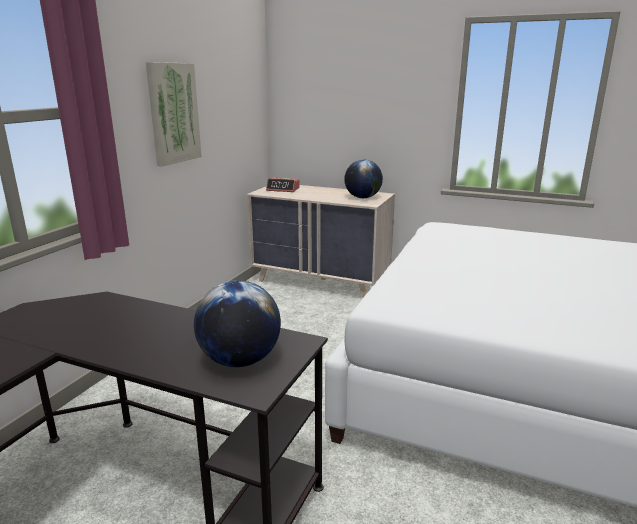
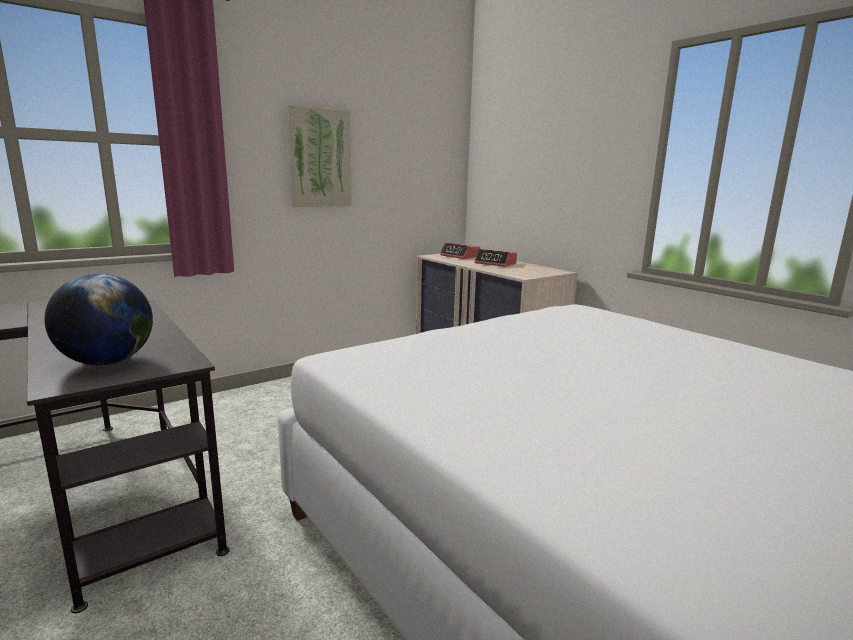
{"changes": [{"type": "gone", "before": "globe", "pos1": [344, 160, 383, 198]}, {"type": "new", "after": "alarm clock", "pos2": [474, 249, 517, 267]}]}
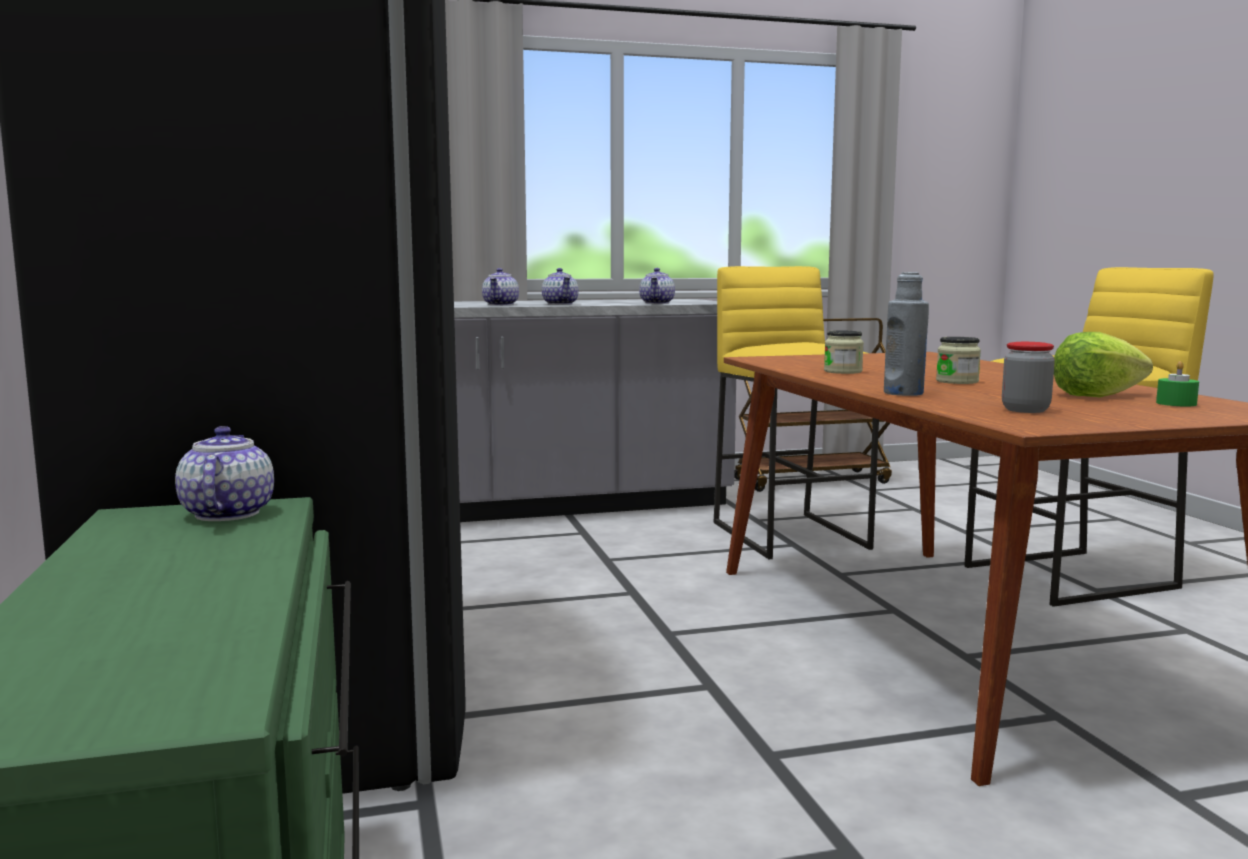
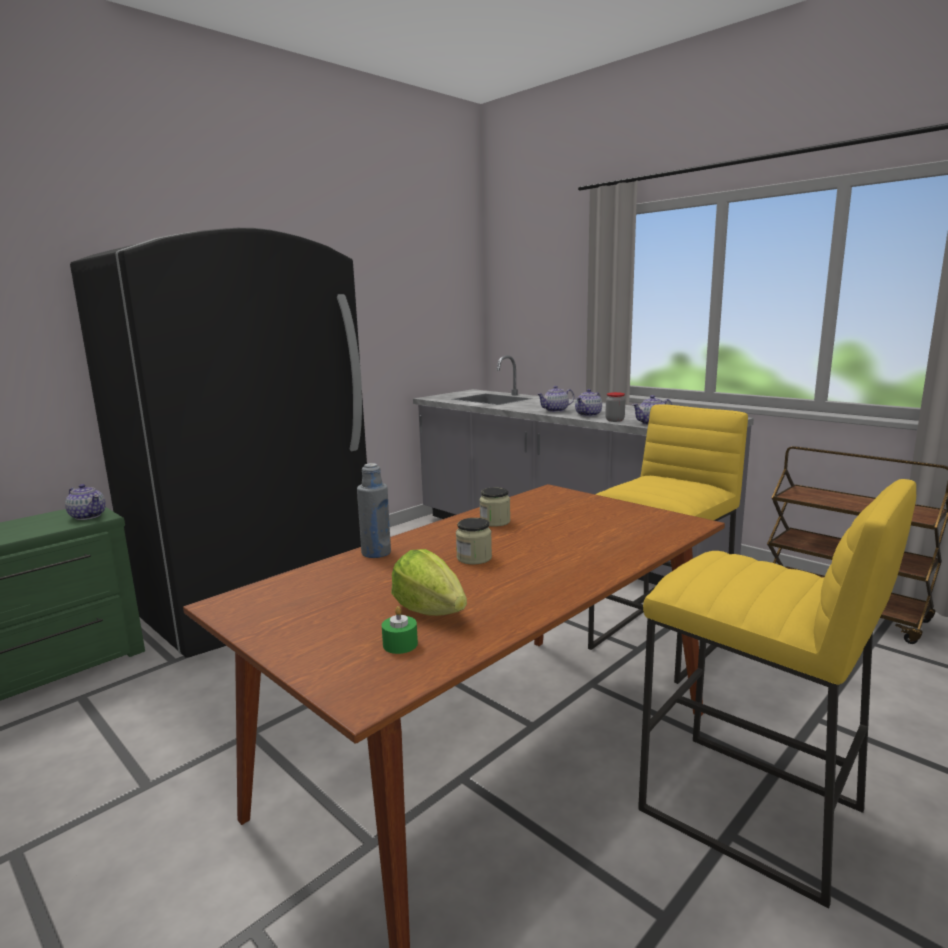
{"changes": [{"type": "shifted", "before": "jar", "pos1": [1002, 342, 1055, 413], "pos2": [605, 392, 625, 422]}, {"type": "rotated", "before": "teapot", "pos1": [175, 426, 274, 521], "pos2": [65, 484, 106, 520], "turn": 75}]}
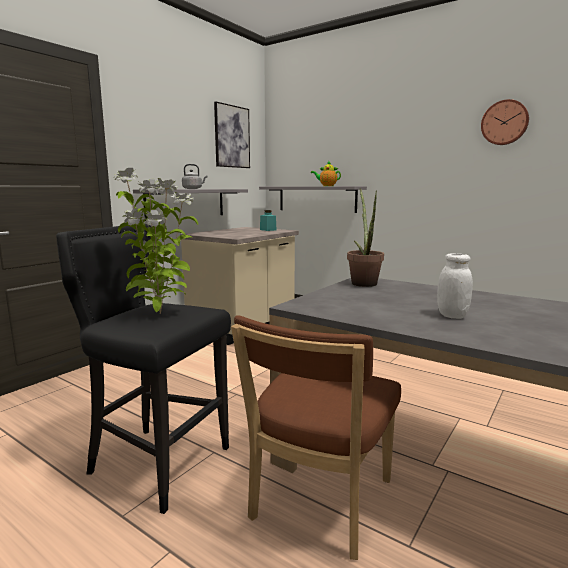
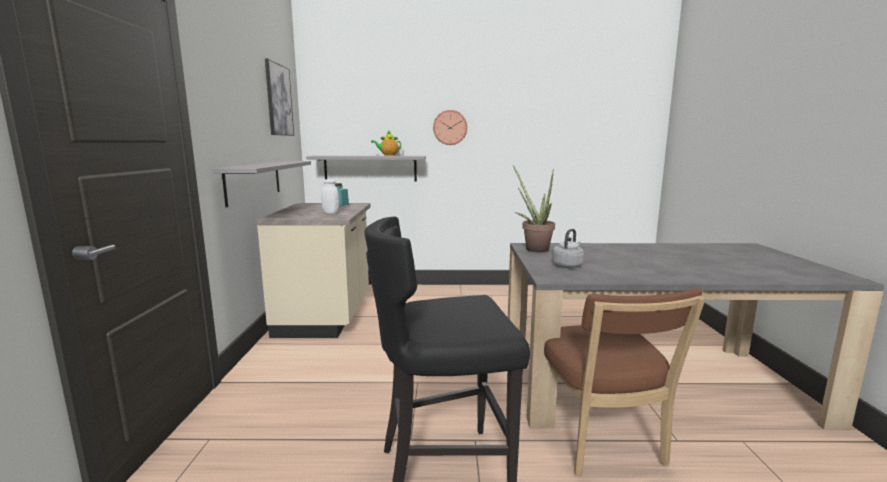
{"changes": [{"type": "shifted", "before": "wall clock", "pos1": [481, 99, 529, 145], "pos2": [433, 110, 467, 145]}, {"type": "shifted", "before": "grey kettle", "pos1": [182, 164, 207, 189], "pos2": [552, 229, 584, 268]}, {"type": "gone", "before": "potted plant", "pos1": [114, 168, 198, 314]}, {"type": "shifted", "before": "white jar", "pos1": [437, 253, 473, 319], "pos2": [321, 179, 339, 214]}]}
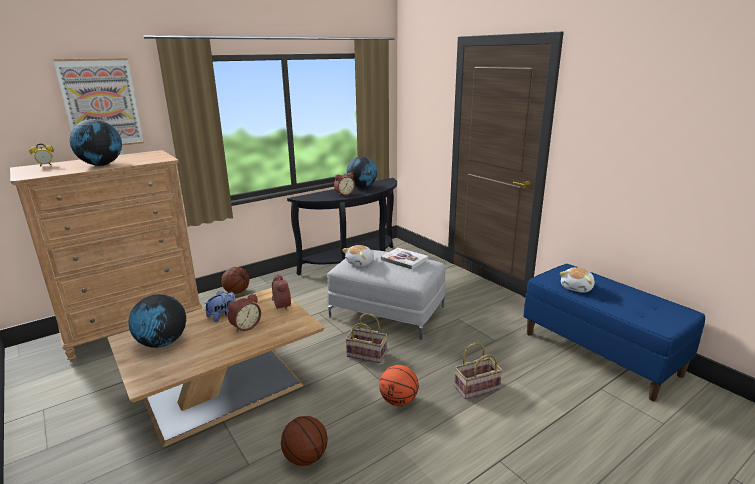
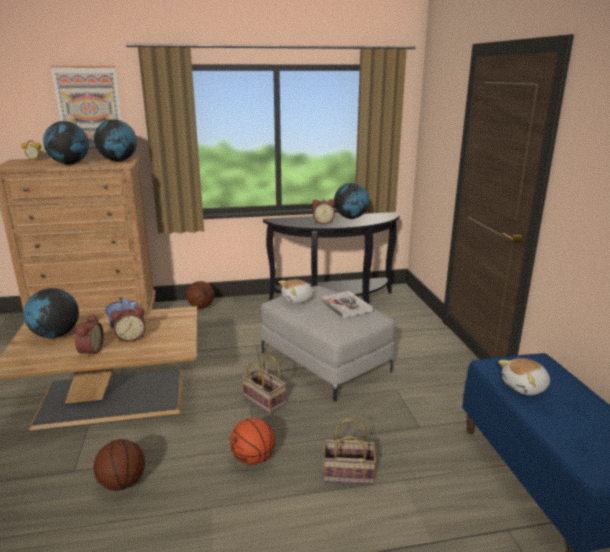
{"changes": [{"type": "shifted", "before": "alarm clock", "pos1": [272, 274, 291, 311], "pos2": [75, 314, 104, 358]}, {"type": "new", "after": "globe", "pos2": [94, 120, 137, 162]}]}
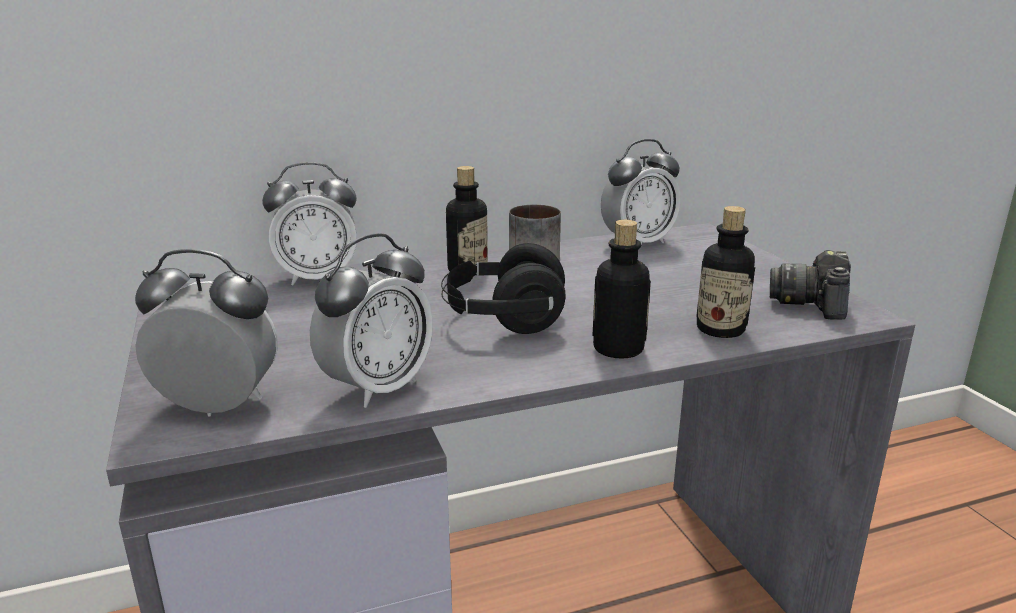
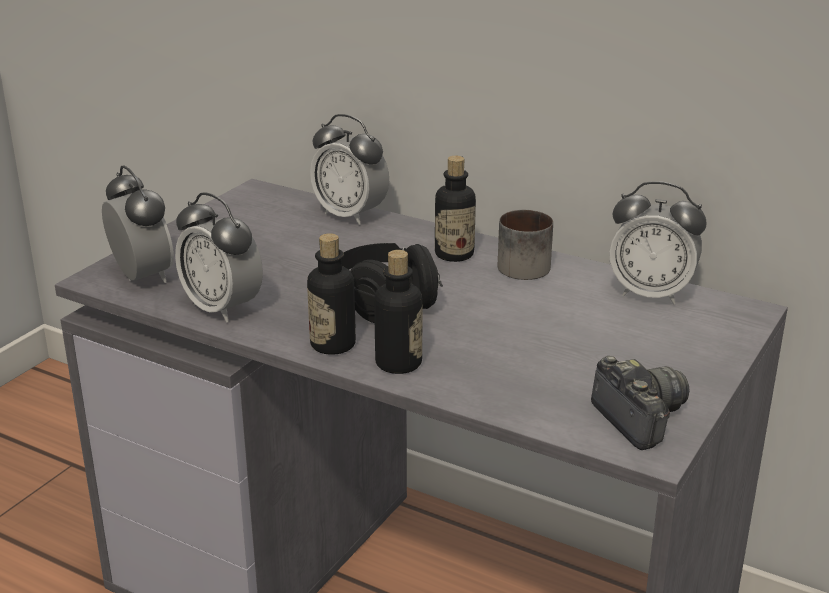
{"changes": [{"type": "shifted", "before": "bottle", "pos1": [697, 206, 755, 338], "pos2": [307, 233, 356, 355]}, {"type": "rotated", "before": "alarm clock", "pos1": [310, 233, 433, 408], "pos2": [175, 192, 263, 322], "turn": 45}, {"type": "rotated", "before": "photo camera", "pos1": [769, 250, 851, 319], "pos2": [591, 356, 690, 450], "turn": 90}]}
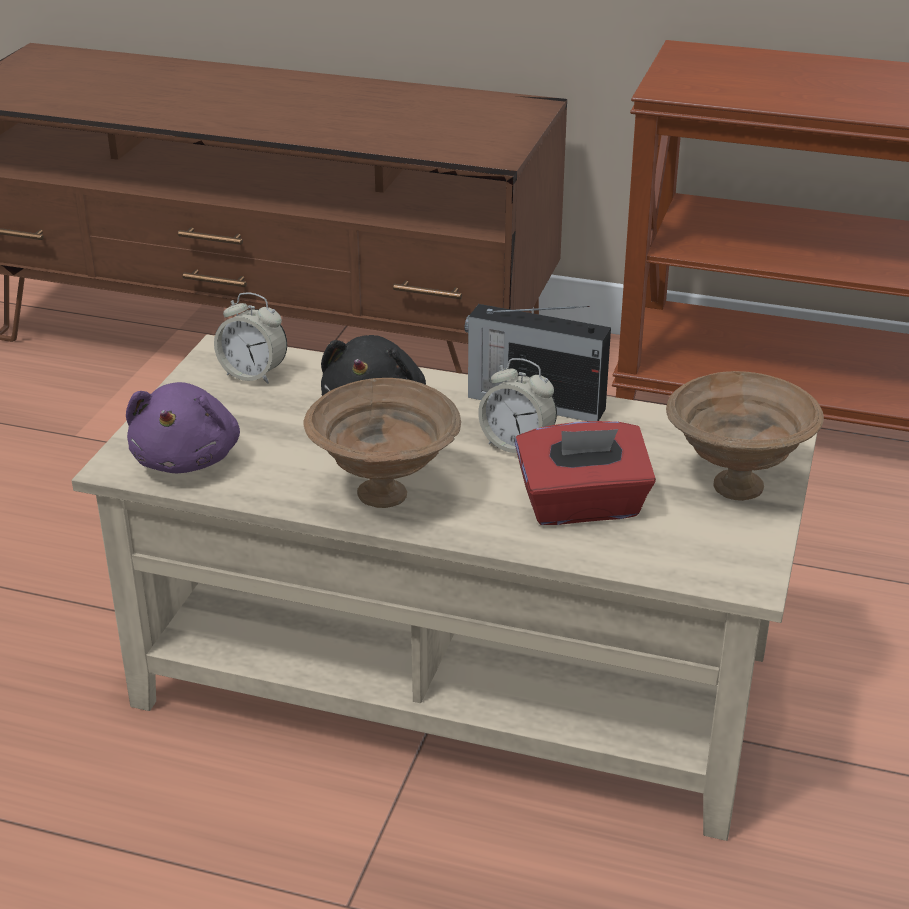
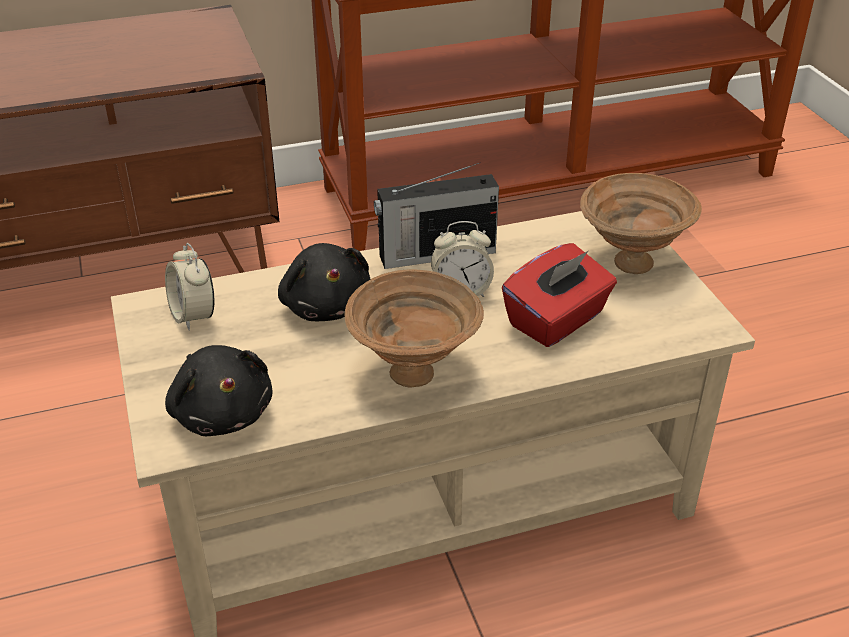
{"changes": [{"type": "rotated", "before": "alarm clock", "pos1": [214, 293, 287, 384], "pos2": [165, 243, 214, 331], "turn": 75}, {"type": "repainted", "before": "purple plush toy", "after": "black plush toy", "pos1": [126, 382, 240, 473], "pos2": [165, 345, 272, 436]}]}
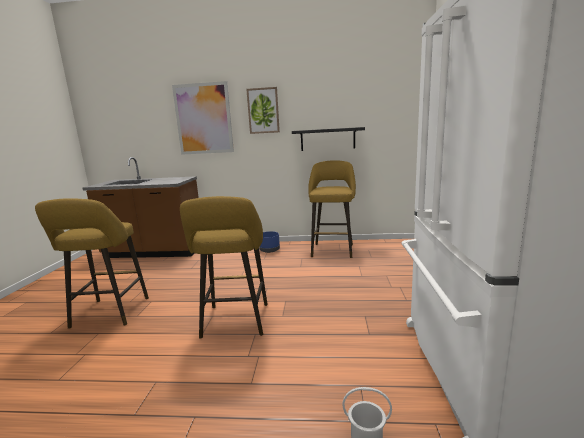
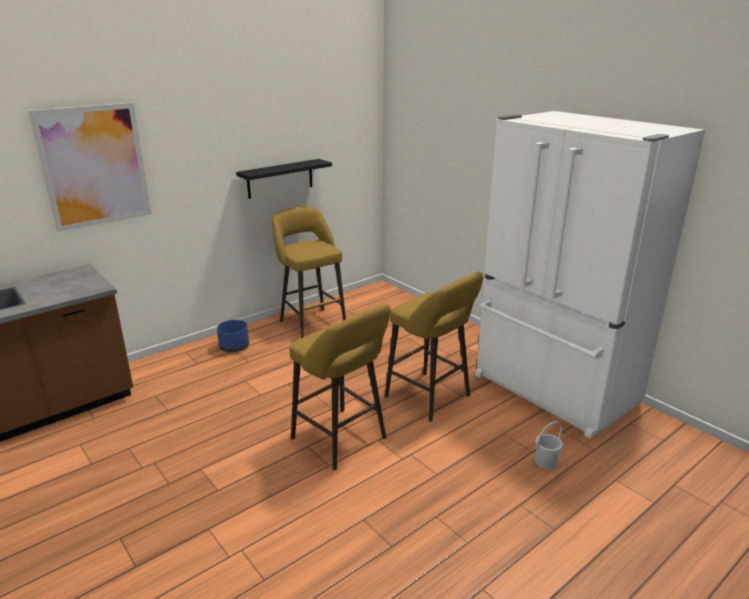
{"changes": [{"type": "gone", "before": "picture", "pos1": [246, 87, 280, 134]}, {"type": "shifted", "before": "yellow stool", "pos1": [35, 198, 149, 329], "pos2": [385, 272, 483, 422]}]}
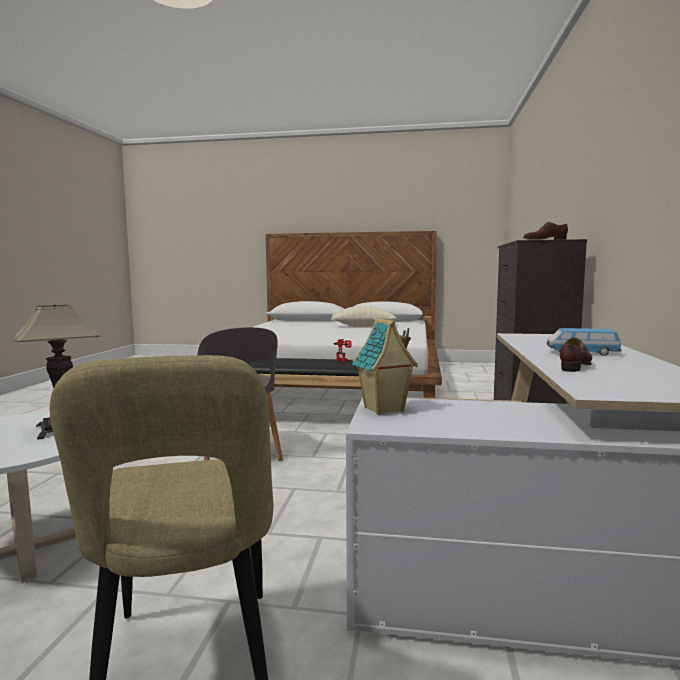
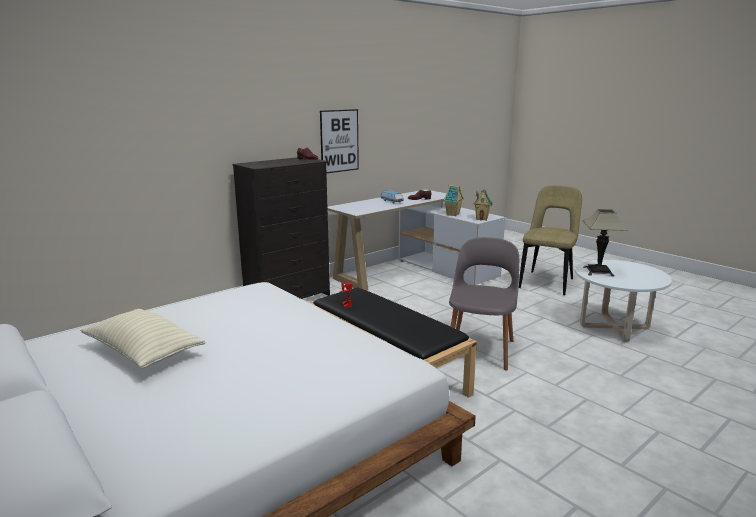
{"changes": [{"type": "new", "after": "picture", "pos2": [320, 109, 359, 173]}, {"type": "new", "after": "toy house", "pos2": [444, 185, 464, 216]}]}
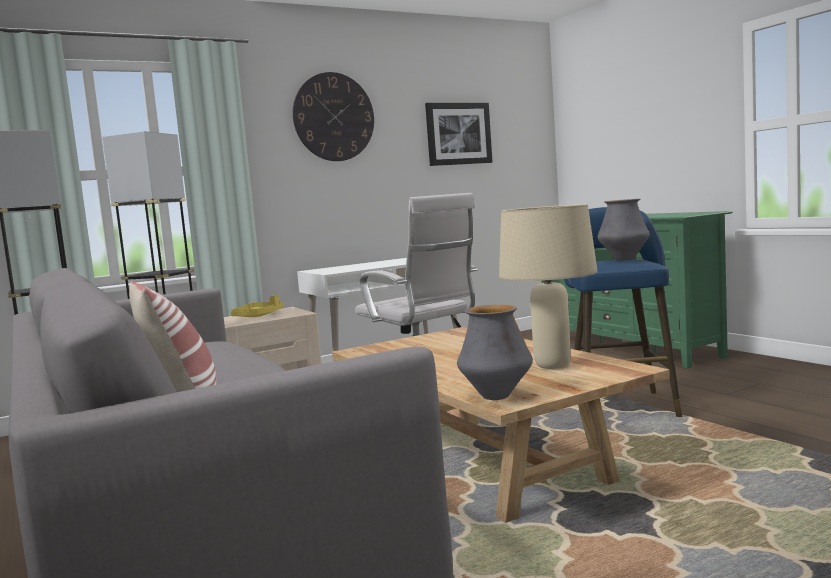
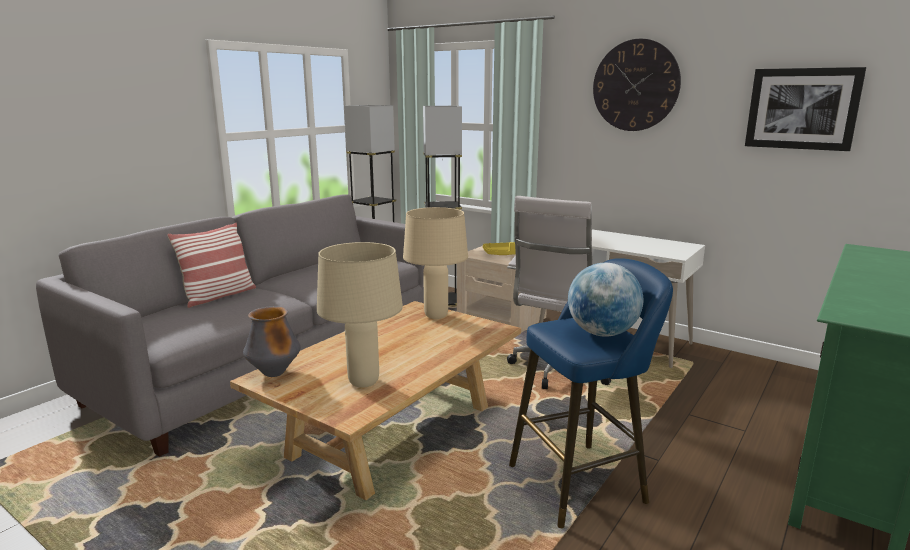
{"changes": [{"type": "swapped", "before": "vase", "after": "globe", "pos1": [597, 199, 650, 261], "pos2": [568, 263, 643, 337]}, {"type": "new", "after": "beige table lamp", "pos2": [403, 207, 468, 319]}]}
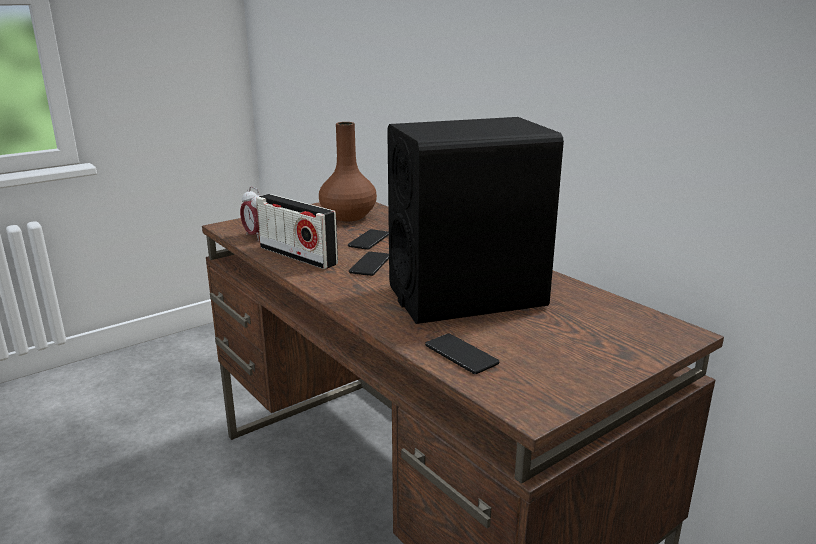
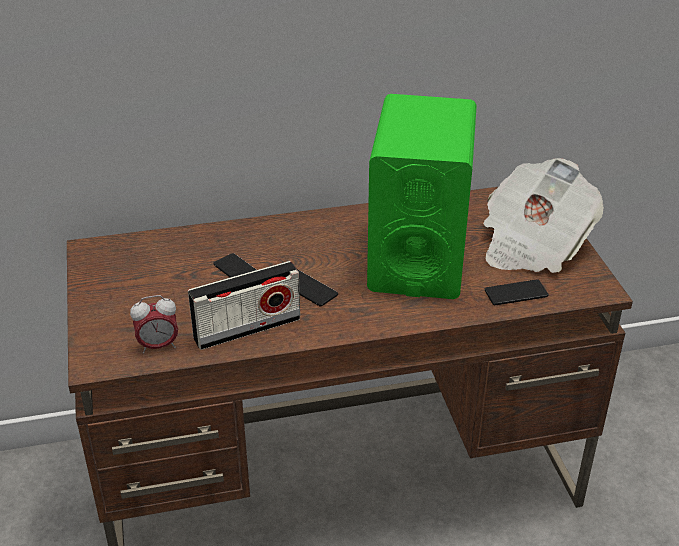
{"changes": [{"type": "repainted", "before": "black speaker", "after": "green speaker", "pos1": [387, 117, 564, 324], "pos2": [367, 94, 477, 299]}, {"type": "gone", "before": "brown vase", "pos1": [319, 122, 377, 221]}, {"type": "new", "after": "newspaper", "pos2": [483, 158, 604, 273]}]}
